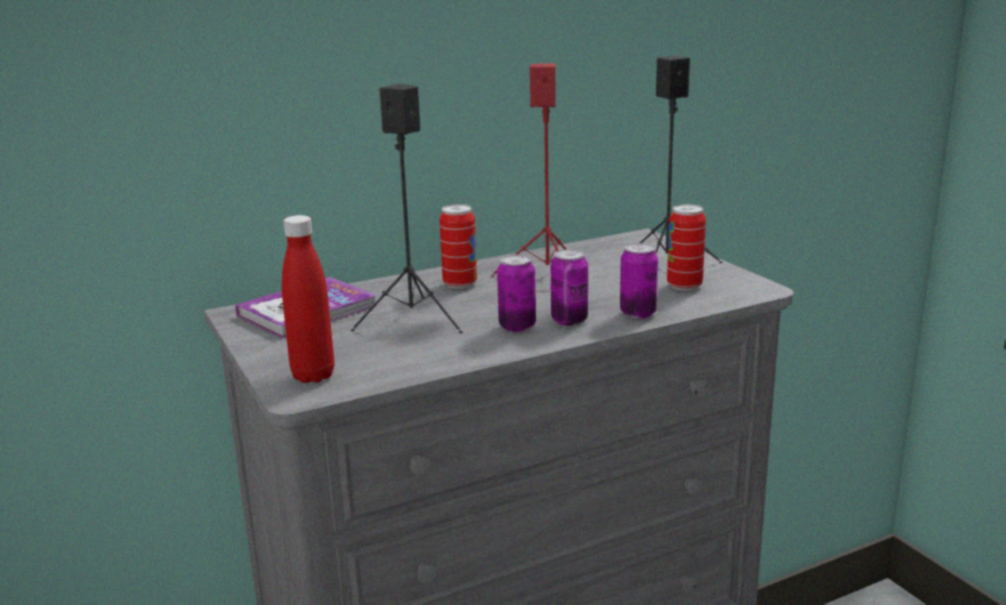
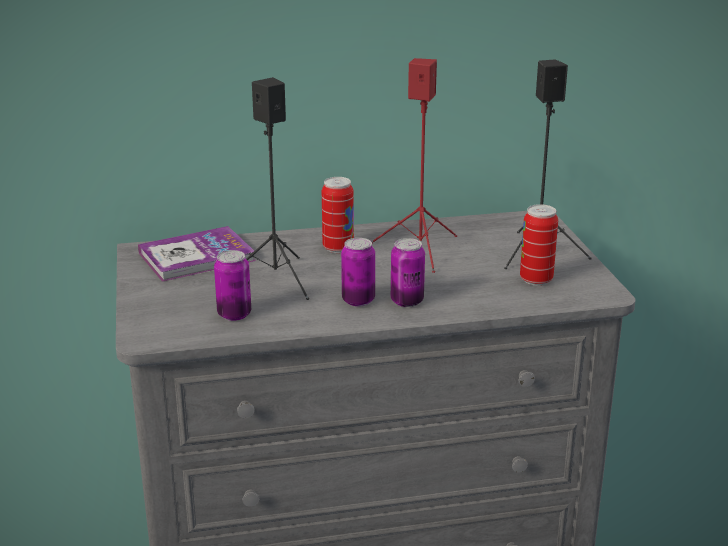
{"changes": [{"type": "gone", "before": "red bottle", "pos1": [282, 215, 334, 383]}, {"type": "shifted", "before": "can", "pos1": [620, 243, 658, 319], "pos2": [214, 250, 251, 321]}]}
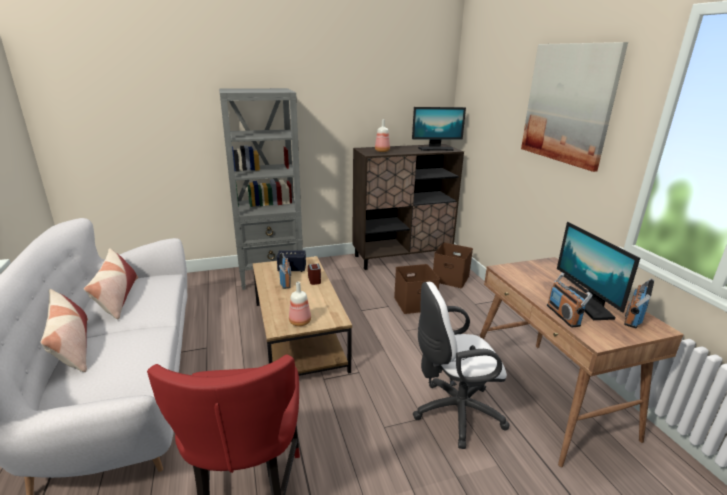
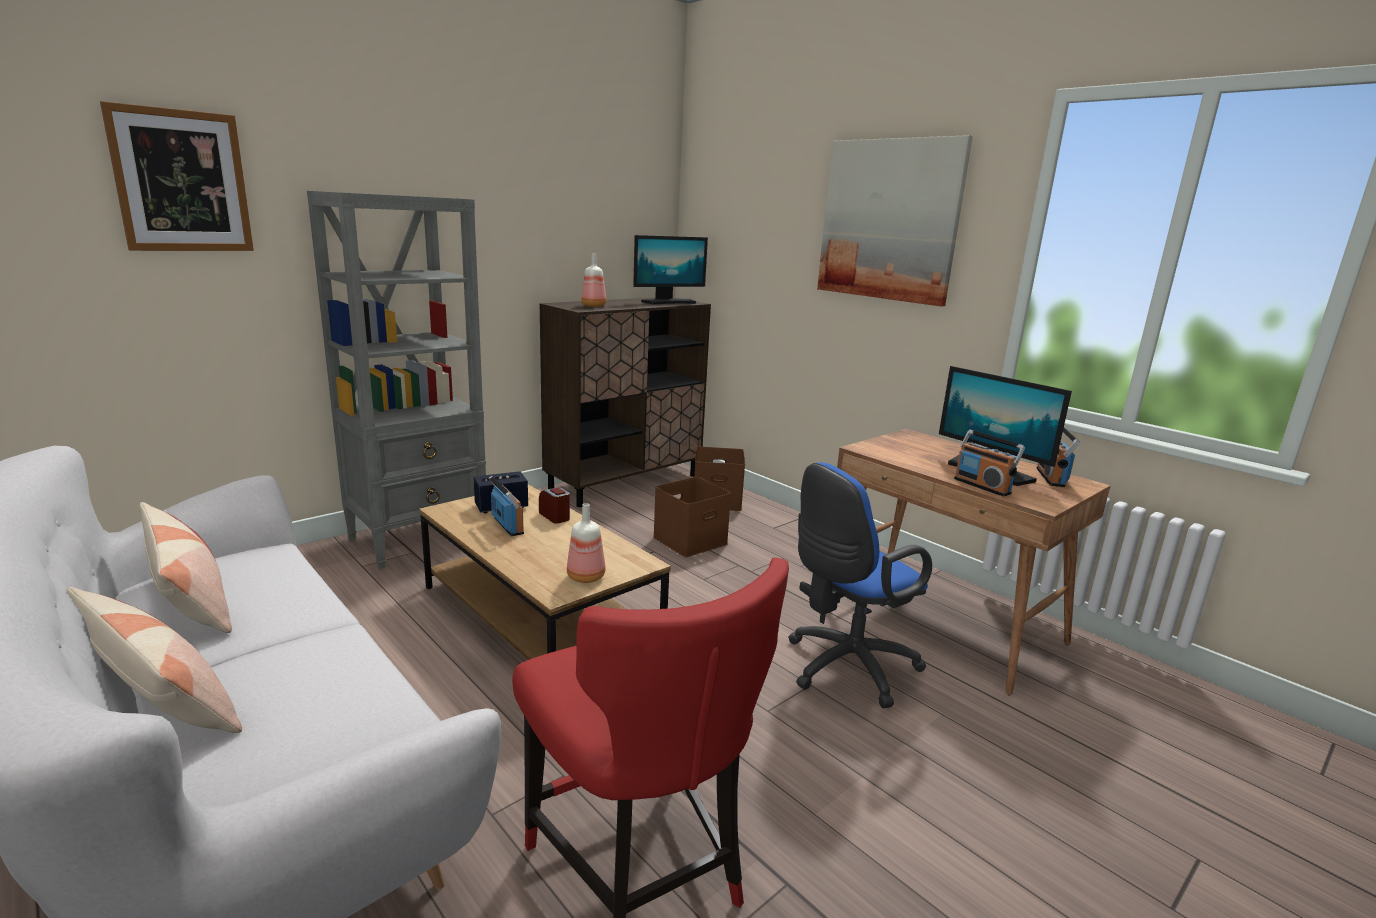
{"changes": [{"type": "repainted", "before": "white office chair", "after": "blue office chair", "pos1": [413, 282, 510, 449], "pos2": [788, 462, 932, 708]}, {"type": "new", "after": "picture", "pos2": [100, 101, 254, 251]}]}
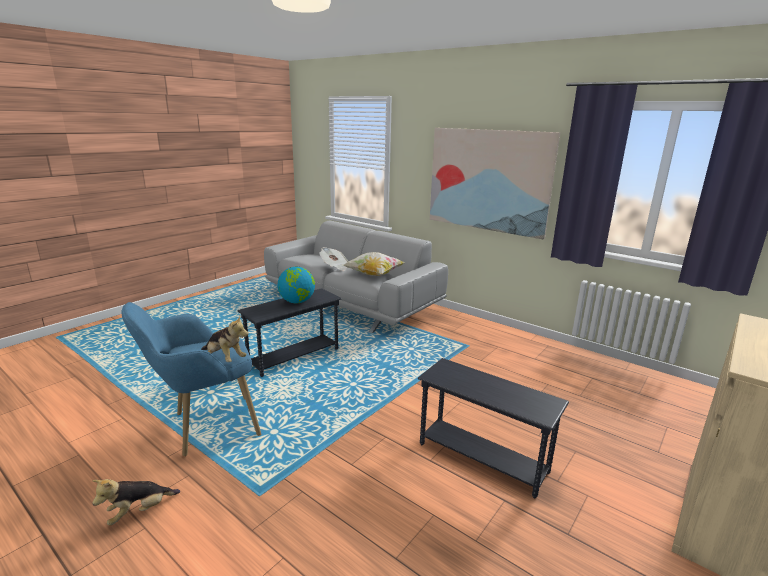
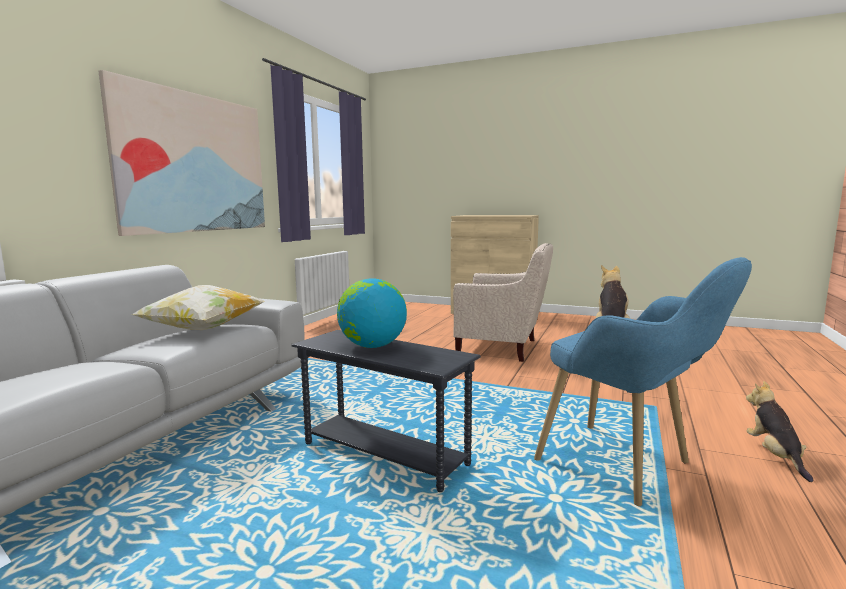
{"changes": [{"type": "gone", "before": "newspaper", "pos1": [319, 247, 348, 271]}, {"type": "swapped", "before": "grey side table", "after": "beige armchair", "pos1": [418, 358, 569, 498], "pos2": [453, 243, 553, 362]}, {"type": "rotated", "before": "plush toy", "pos1": [92, 479, 180, 525], "pos2": [746, 381, 813, 482], "turn": -120}]}
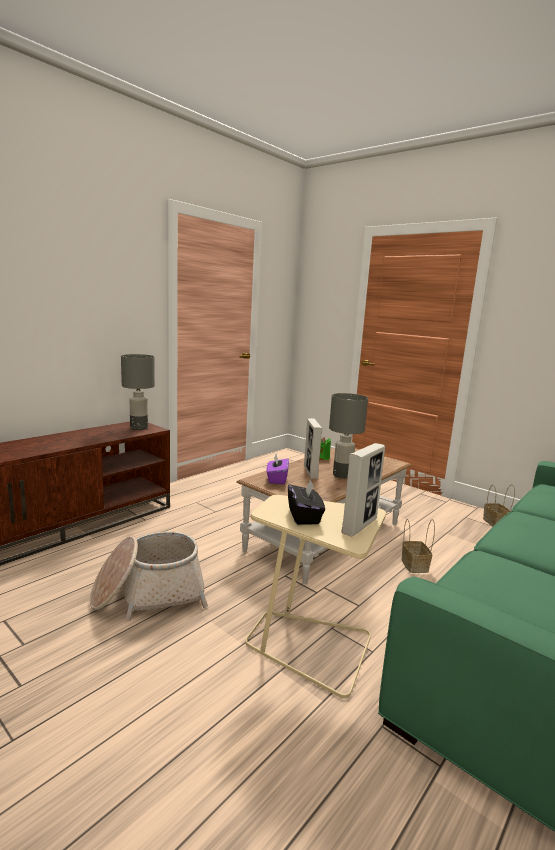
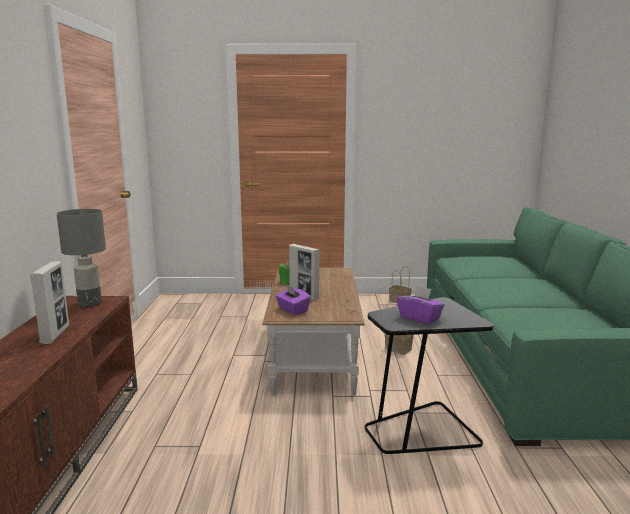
{"changes": [{"type": "gone", "before": "grey table lamp", "pos1": [329, 393, 368, 478]}, {"type": "shifted", "before": "picture frame", "pos1": [342, 443, 385, 537], "pos2": [30, 261, 69, 344]}, {"type": "repainted", "before": "black tissue box", "after": "purple tissue box", "pos1": [288, 479, 325, 525], "pos2": [397, 285, 444, 325]}, {"type": "repainted", "before": "beige side table", "after": "black side table", "pos1": [245, 495, 386, 698], "pos2": [365, 297, 494, 454]}, {"type": "gone", "before": "basket", "pos1": [90, 531, 208, 621]}]}
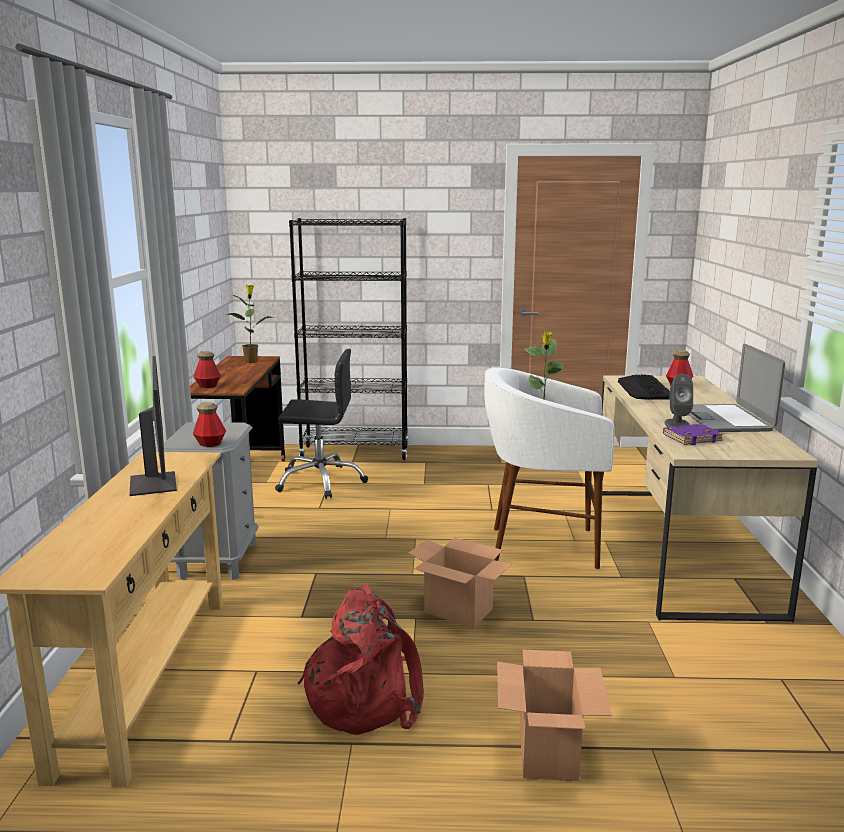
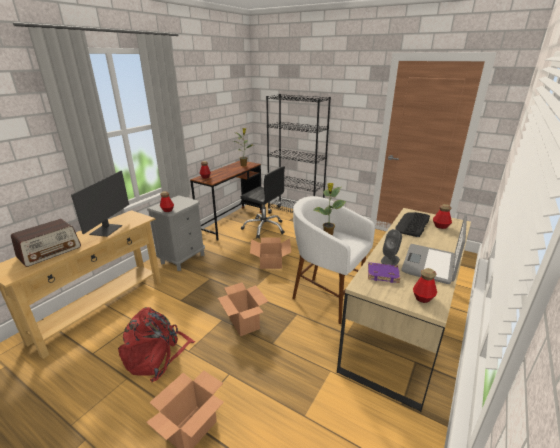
{"changes": [{"type": "new", "after": "radio", "pos2": [11, 219, 81, 267]}, {"type": "new", "after": "cardboard box", "pos2": [250, 237, 291, 269]}, {"type": "new", "after": "bottle", "pos2": [413, 268, 437, 303]}]}
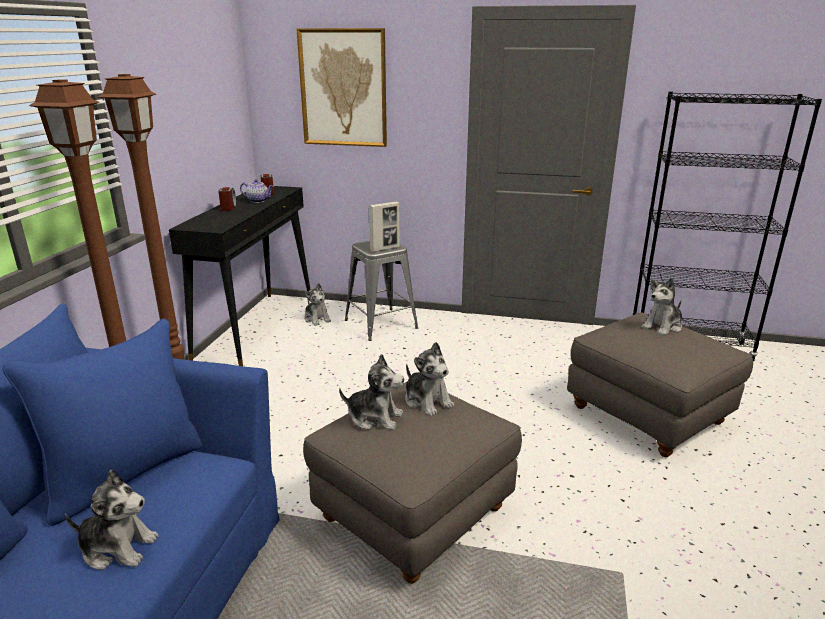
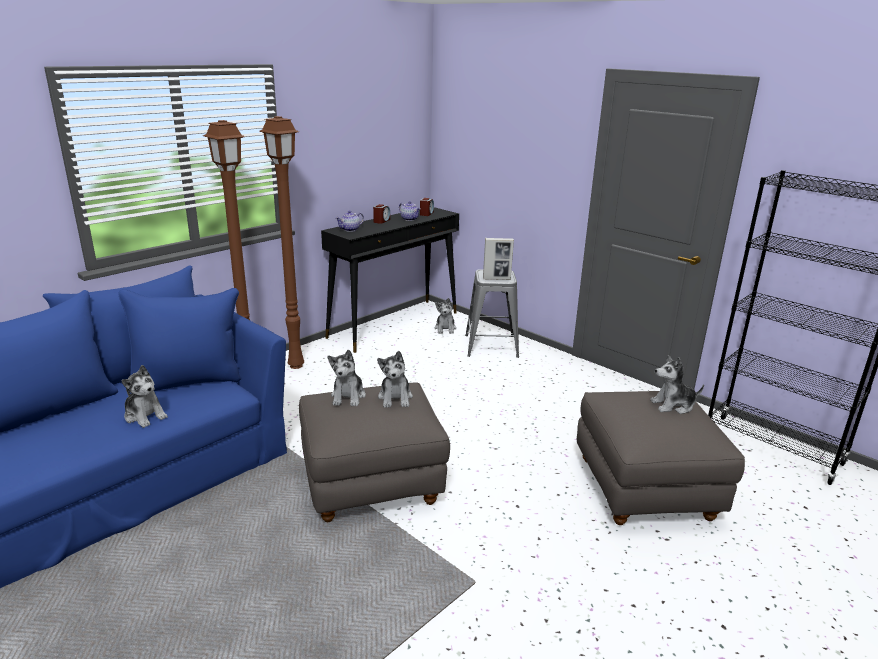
{"changes": [{"type": "gone", "before": "picture", "pos1": [296, 28, 387, 147]}, {"type": "rotated", "before": "plush toy", "pos1": [339, 354, 404, 430], "pos2": [328, 350, 366, 406], "turn": 45}, {"type": "new", "after": "teapot", "pos2": [336, 211, 364, 232]}]}
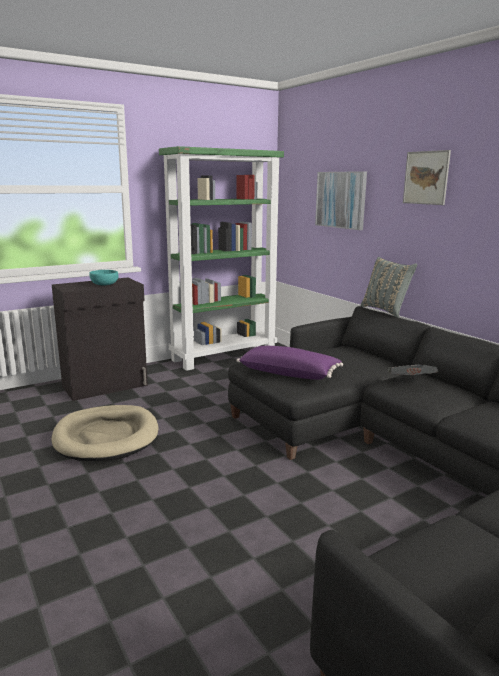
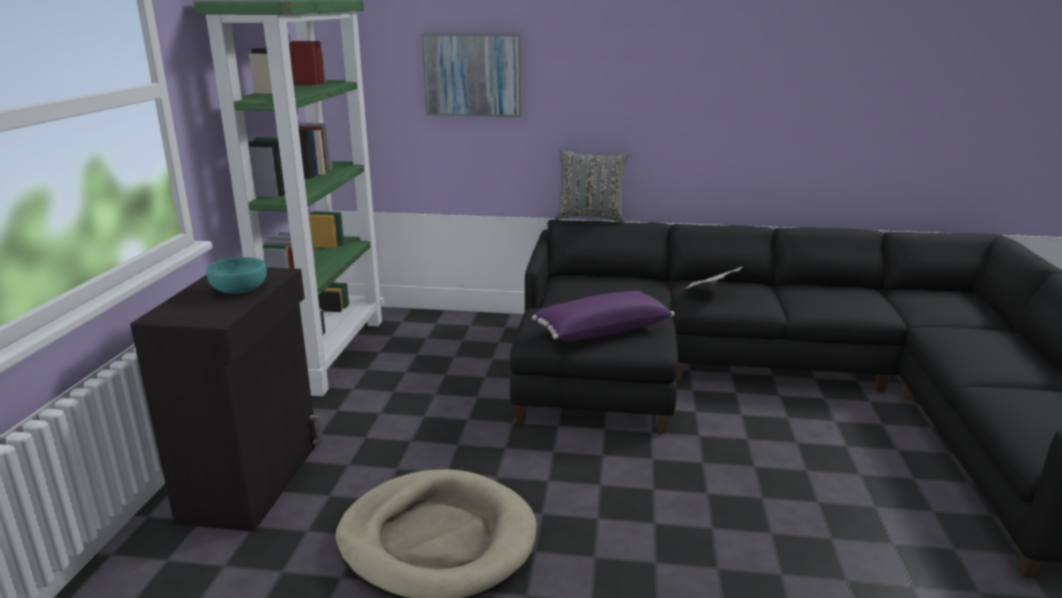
{"changes": [{"type": "gone", "before": "picture", "pos1": [403, 150, 451, 205]}]}
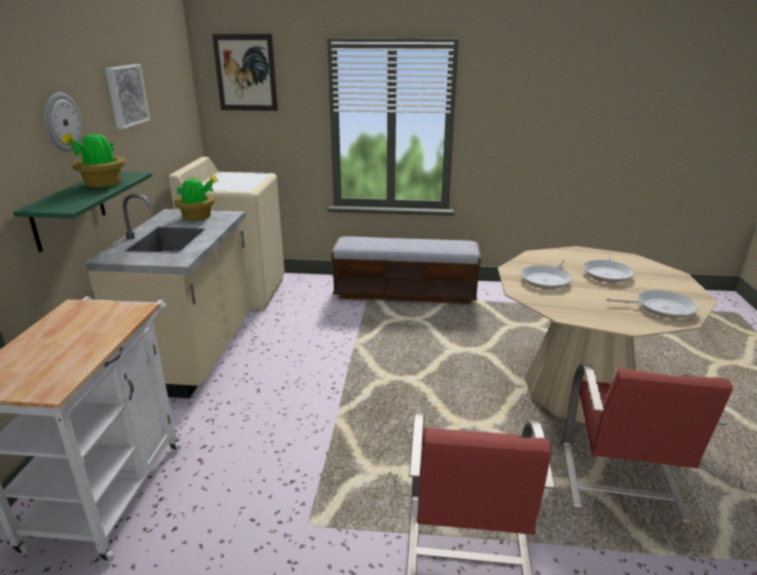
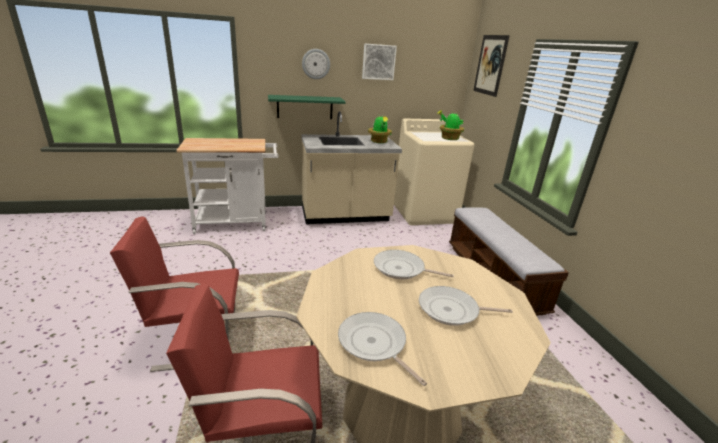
{"changes": [{"type": "shifted", "before": "potted plant", "pos1": [61, 129, 126, 188], "pos2": [437, 110, 464, 140]}, {"type": "rotated", "before": "frying pan", "pos1": [606, 290, 698, 319], "pos2": [338, 312, 427, 386], "turn": 150}]}
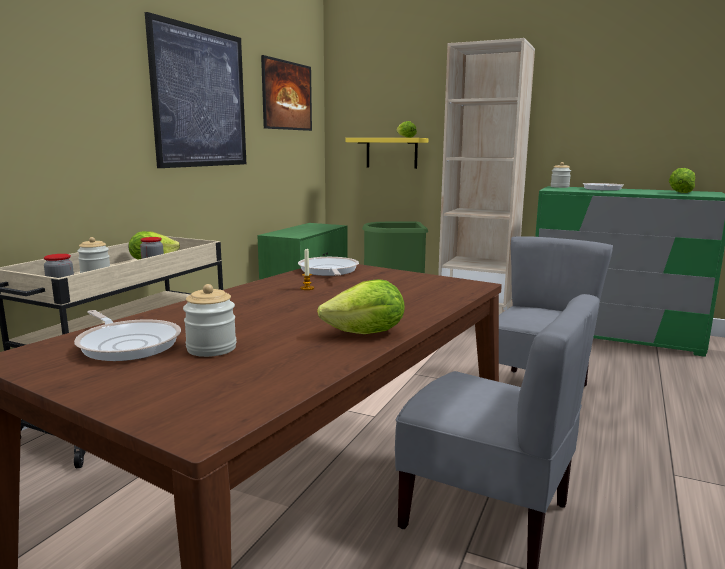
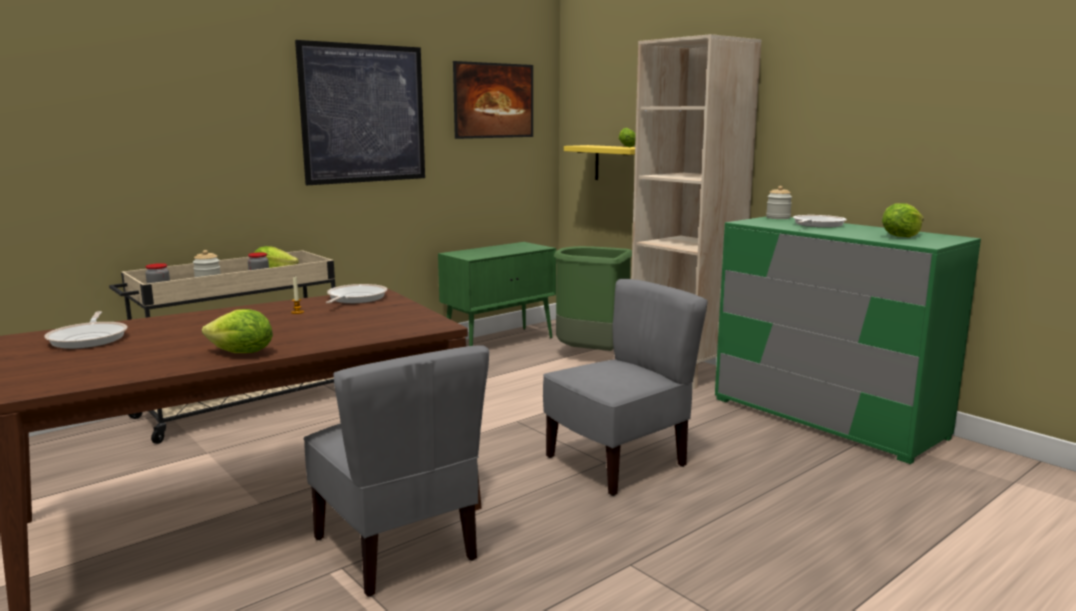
{"changes": [{"type": "gone", "before": "jar", "pos1": [183, 284, 237, 357]}]}
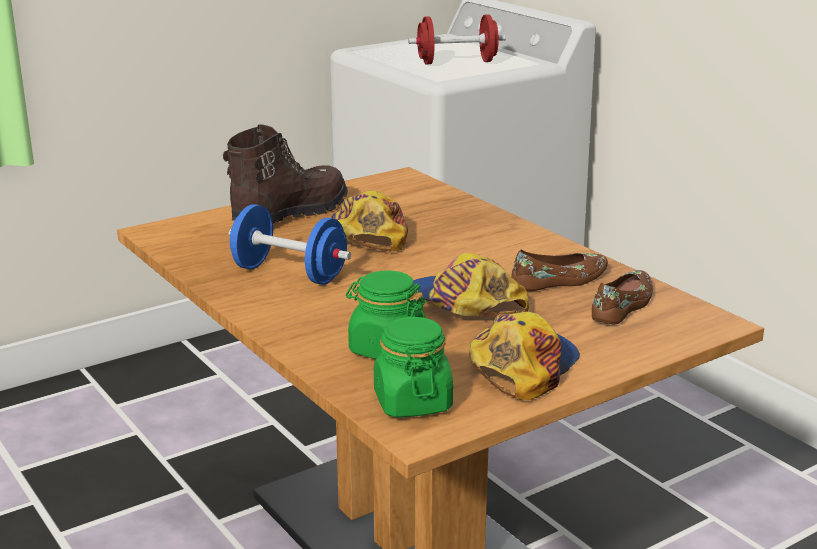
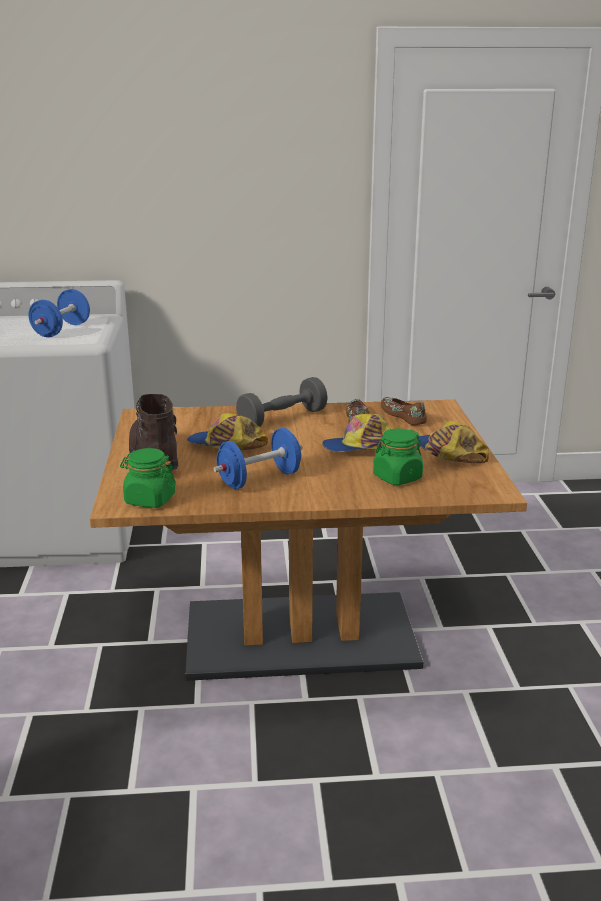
{"changes": [{"type": "repainted", "before": "red dumbbell", "after": "blue dumbbell", "pos1": [408, 15, 506, 64], "pos2": [28, 289, 90, 337]}, {"type": "shifted", "before": "green jar", "pos1": [374, 317, 453, 417], "pos2": [120, 448, 176, 508]}, {"type": "new", "after": "grey dumbbell", "pos2": [236, 377, 328, 427]}]}
